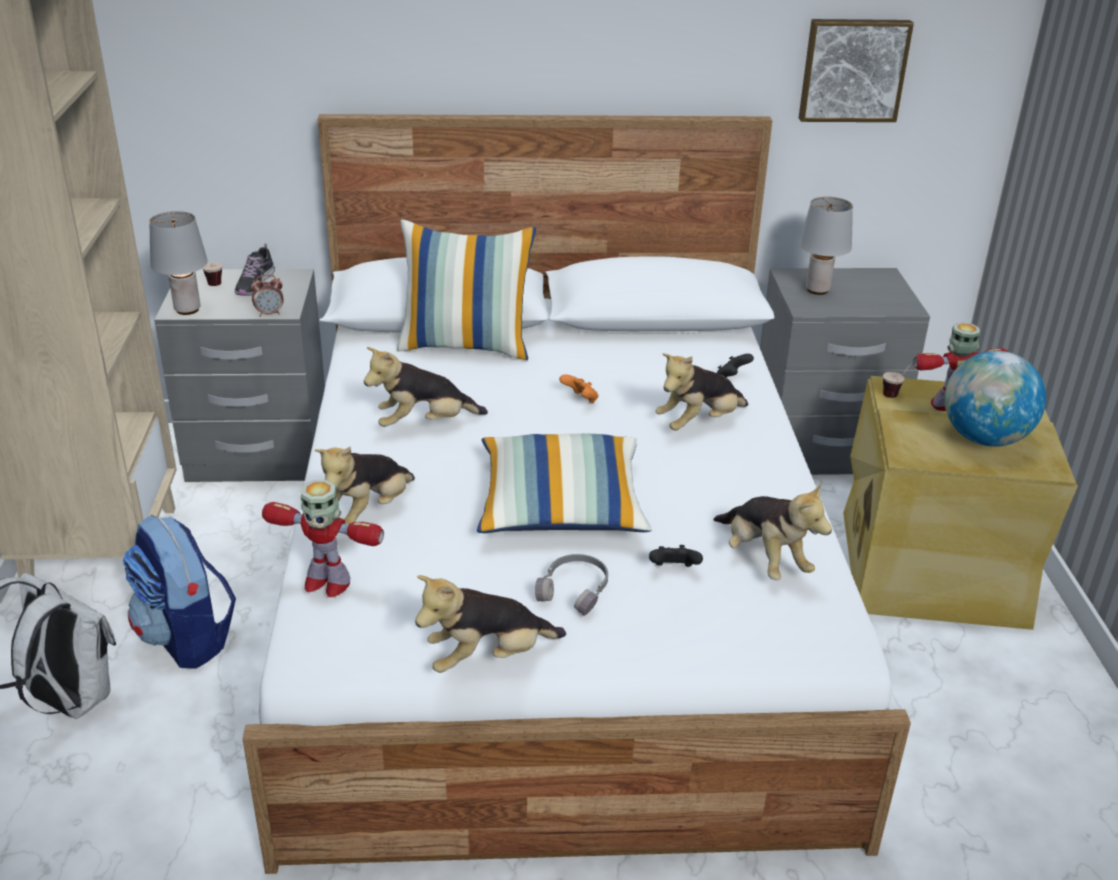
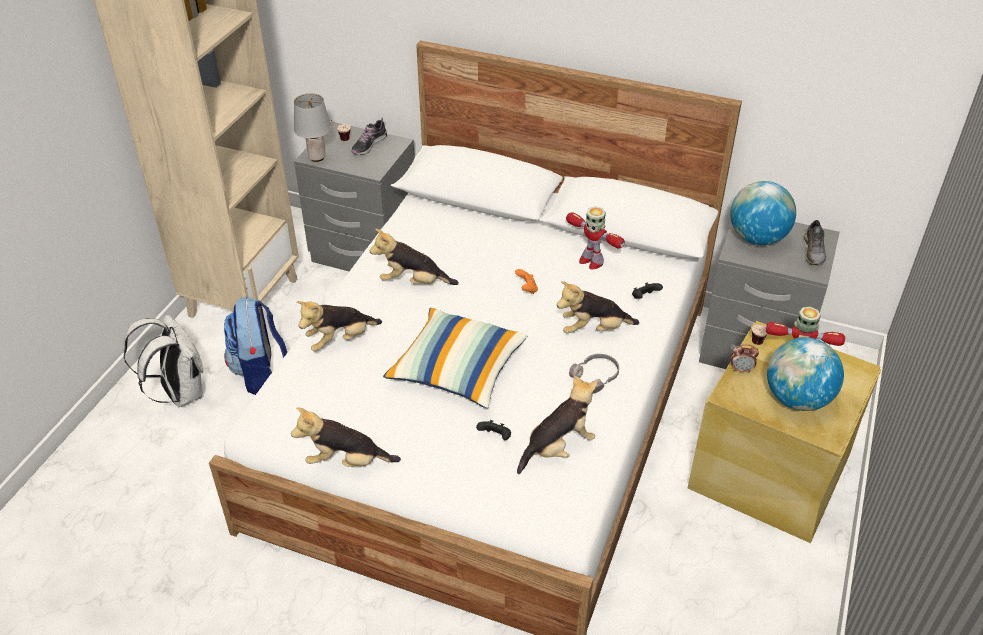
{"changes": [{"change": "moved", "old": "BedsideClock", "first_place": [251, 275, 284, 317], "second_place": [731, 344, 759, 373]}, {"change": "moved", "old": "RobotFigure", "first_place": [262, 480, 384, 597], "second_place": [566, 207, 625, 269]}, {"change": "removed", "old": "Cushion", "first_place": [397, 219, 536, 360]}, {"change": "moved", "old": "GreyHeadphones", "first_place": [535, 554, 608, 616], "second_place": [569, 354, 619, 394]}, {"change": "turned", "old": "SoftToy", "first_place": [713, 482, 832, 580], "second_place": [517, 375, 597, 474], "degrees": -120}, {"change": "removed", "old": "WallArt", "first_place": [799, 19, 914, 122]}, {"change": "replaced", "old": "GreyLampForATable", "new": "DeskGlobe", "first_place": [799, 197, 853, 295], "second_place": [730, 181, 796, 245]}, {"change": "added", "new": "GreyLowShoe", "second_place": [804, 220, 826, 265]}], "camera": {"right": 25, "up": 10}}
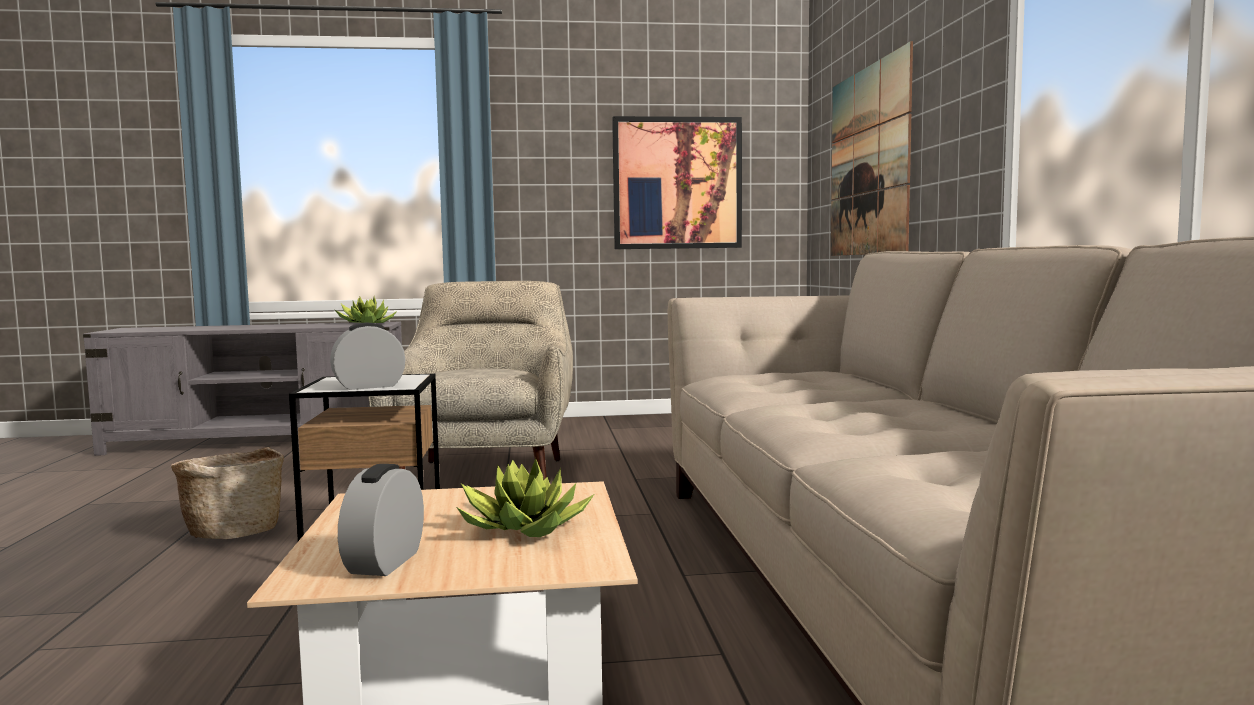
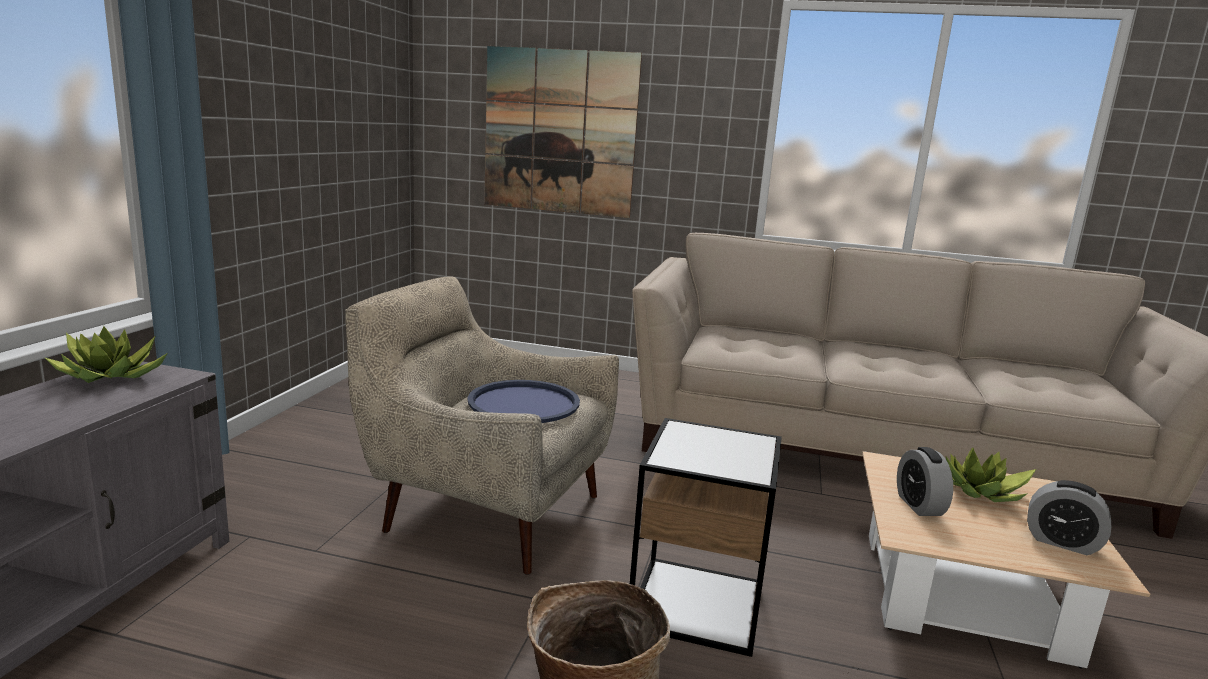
{"changes": [{"change": "moved", "old": "BedsideClock", "first_place": [330, 323, 405, 390], "second_place": [897, 447, 953, 516]}, {"change": "removed", "old": "WallArt", "first_place": [612, 116, 742, 249]}, {"change": "added", "new": "BluishTray", "second_place": [467, 380, 580, 423]}], "camera": {"right": -70, "up": 10}}
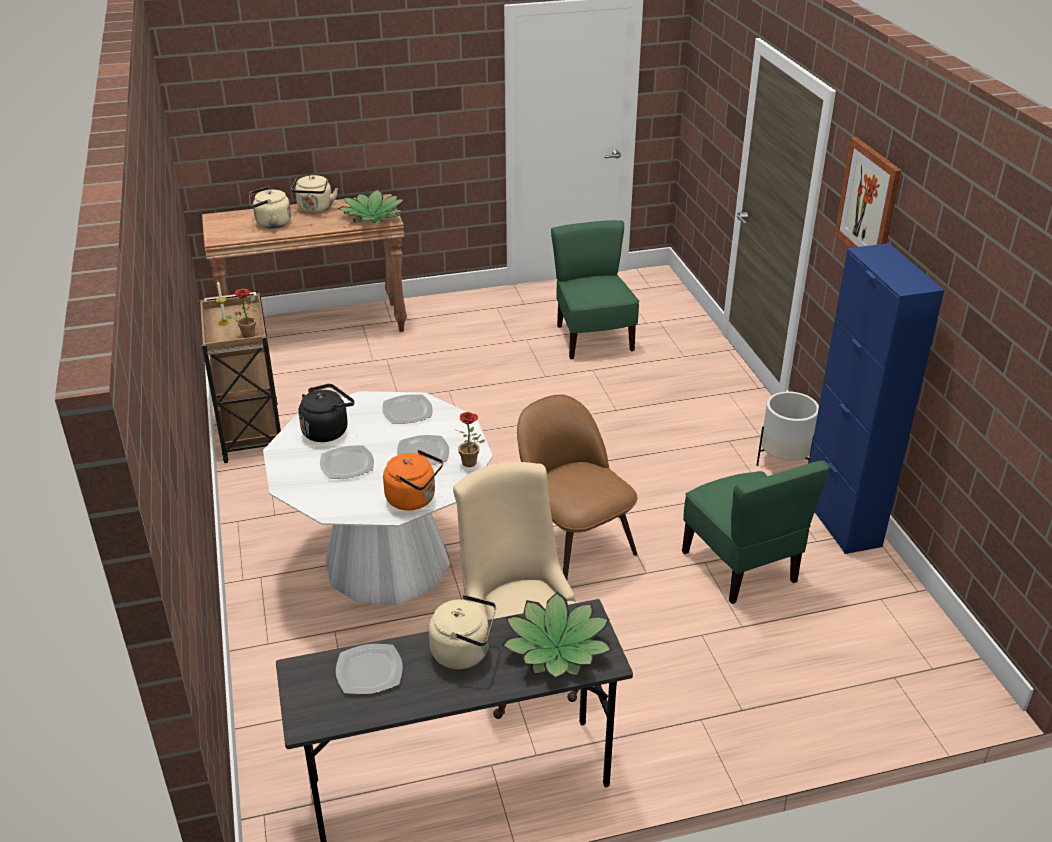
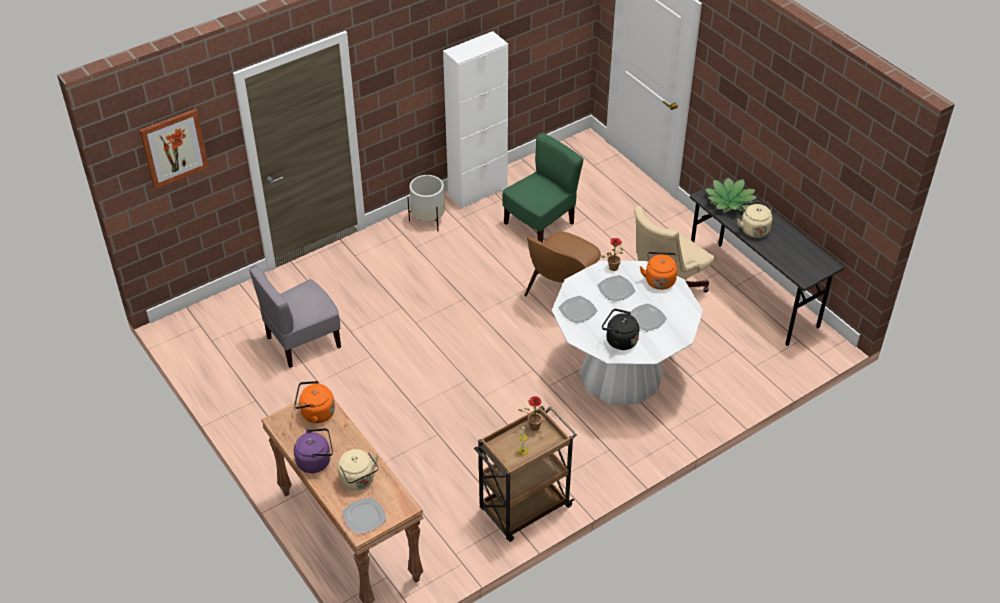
{"changes": [{"change": "recoloured", "old": "BeigeColouredKettle", "new": "PurpleKettle", "first_place": [291, 175, 338, 213], "second_place": [294, 428, 333, 473]}, {"change": "moved", "old": "FlatDish", "first_place": [336, 644, 403, 694], "second_place": [342, 497, 387, 534]}, {"change": "replaced", "old": "Houseplant", "new": "OrangeyKettle", "first_place": [338, 189, 405, 224], "second_place": [294, 381, 335, 423]}, {"change": "recoloured", "old": "GreenColouredPlainChair", "new": "GreyPlainChair", "first_place": [551, 220, 639, 359], "second_place": [249, 266, 341, 368]}, {"change": "recoloured", "old": "BluishCabinet", "new": "WhiteCabinet", "first_place": [809, 243, 944, 554], "second_place": [443, 31, 508, 209]}, {"change": "moved", "old": "WallArt", "first_place": [834, 137, 902, 248], "second_place": [140, 109, 209, 189]}], "camera": {"right": -110, "up": 10}}
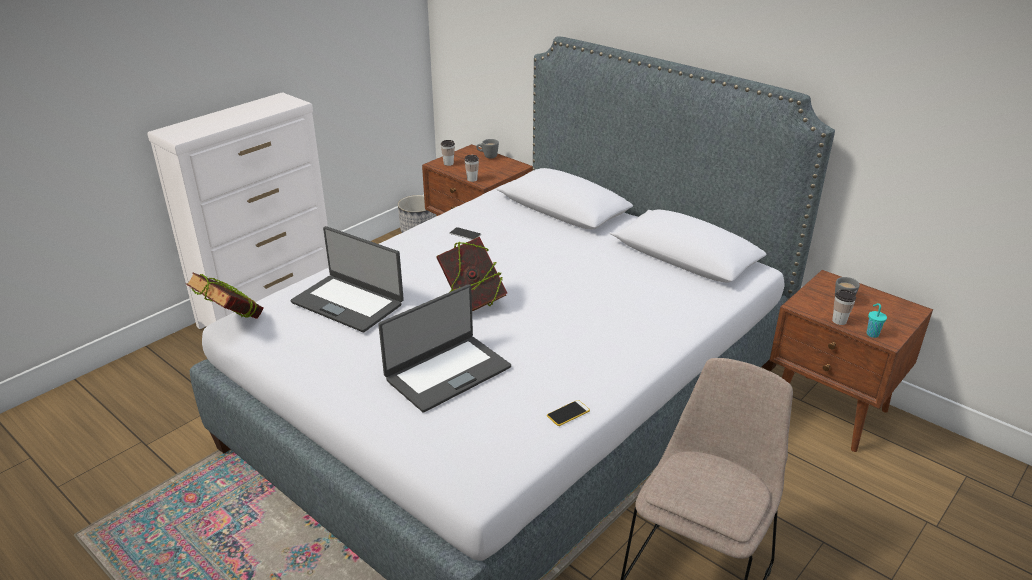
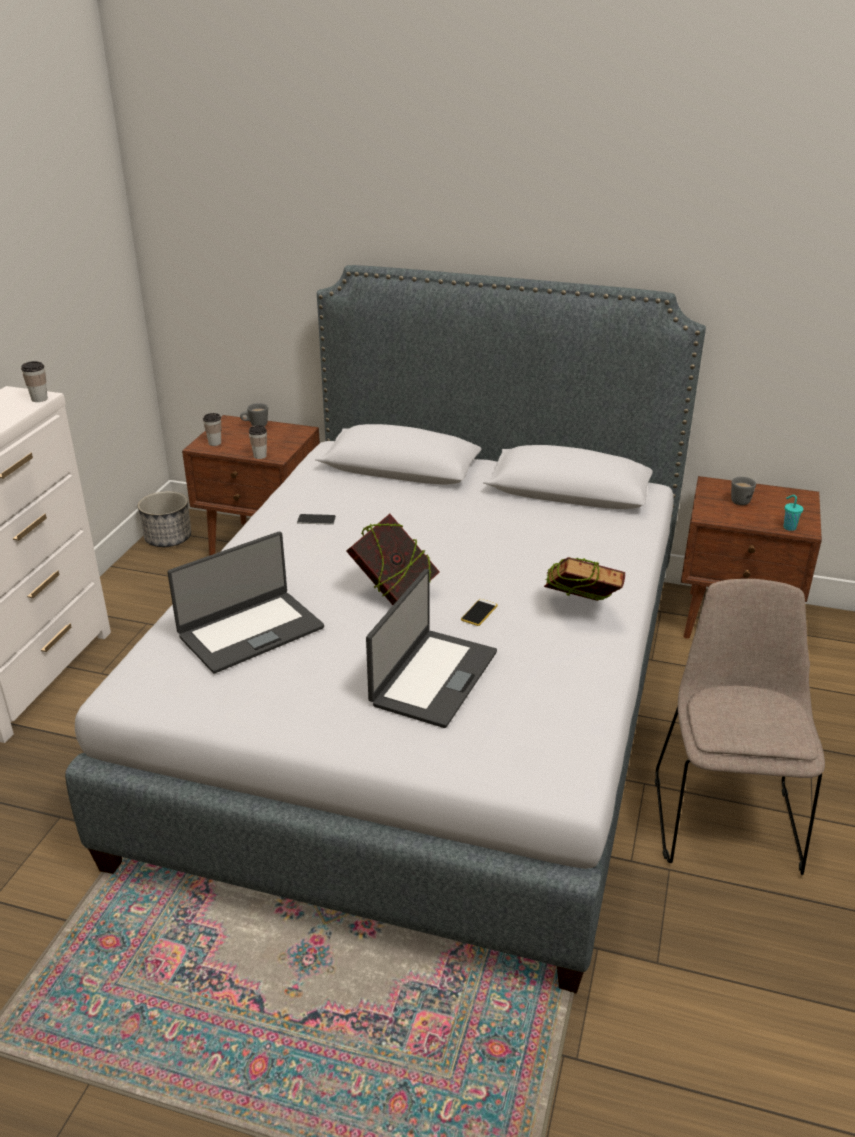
{"changes": [{"change": "moved", "old": "Volume", "first_place": [186, 273, 263, 319], "second_place": [544, 557, 625, 601]}, {"change": "turned", "old": "Laptop", "first_place": [290, 226, 404, 332], "second_place": [167, 532, 324, 673], "degrees": -45}, {"change": "moved", "old": "Handset", "first_place": [547, 400, 590, 426], "second_place": [461, 599, 498, 626]}, {"change": "moved", "old": "DrinkingCup", "first_place": [832, 289, 856, 325], "second_place": [21, 361, 48, 402]}], "camera": {"right": -25, "up": 0}}
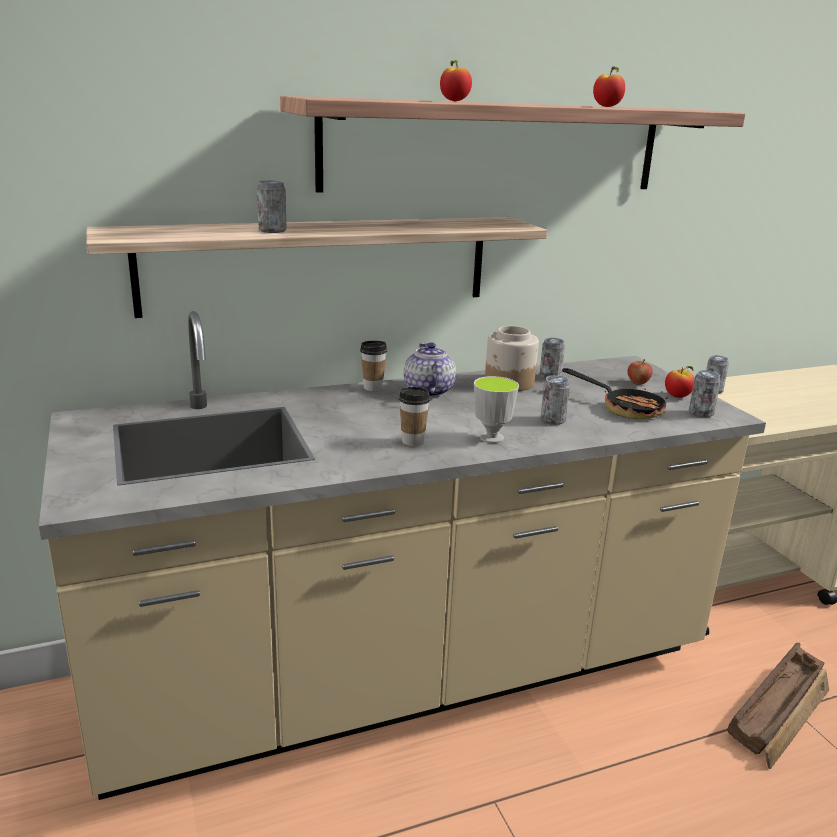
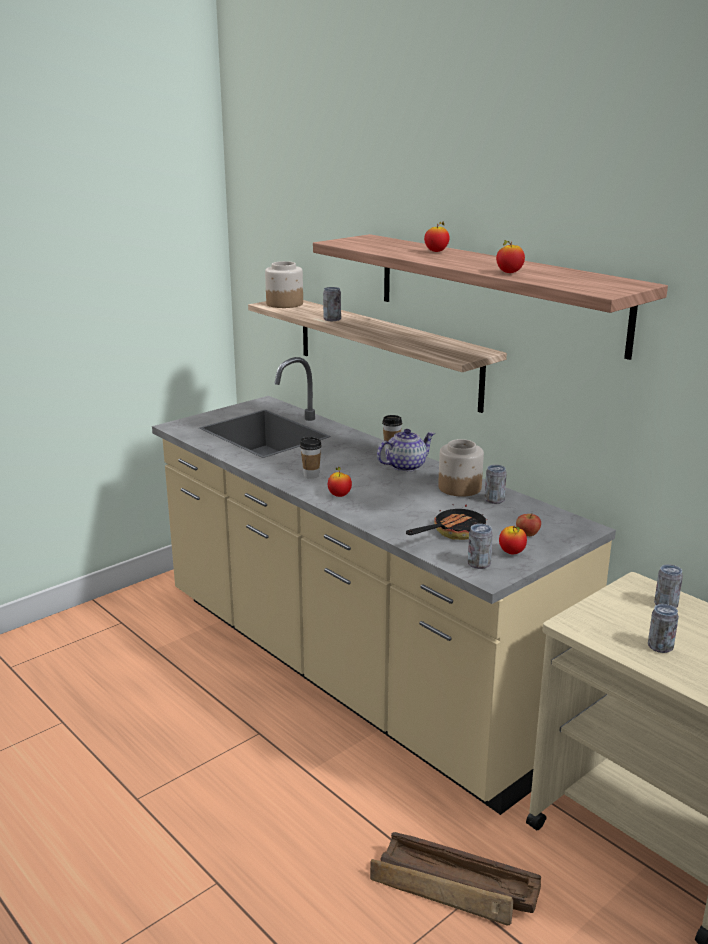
{"changes": [{"change": "replaced", "old": "DrinkingCup", "new": "WholeApple", "first_place": [474, 376, 519, 444], "second_place": [328, 467, 352, 497]}, {"change": "moved", "old": "MetalCan", "first_place": [541, 375, 570, 425], "second_place": [648, 604, 679, 653]}, {"change": "turned", "old": "Skillet", "first_place": [562, 368, 668, 419], "second_place": [406, 504, 487, 540], "degrees": -150}, {"change": "added", "new": "StorageJar", "second_place": [265, 261, 303, 308]}], "camera": {"right": 70, "up": 0}}
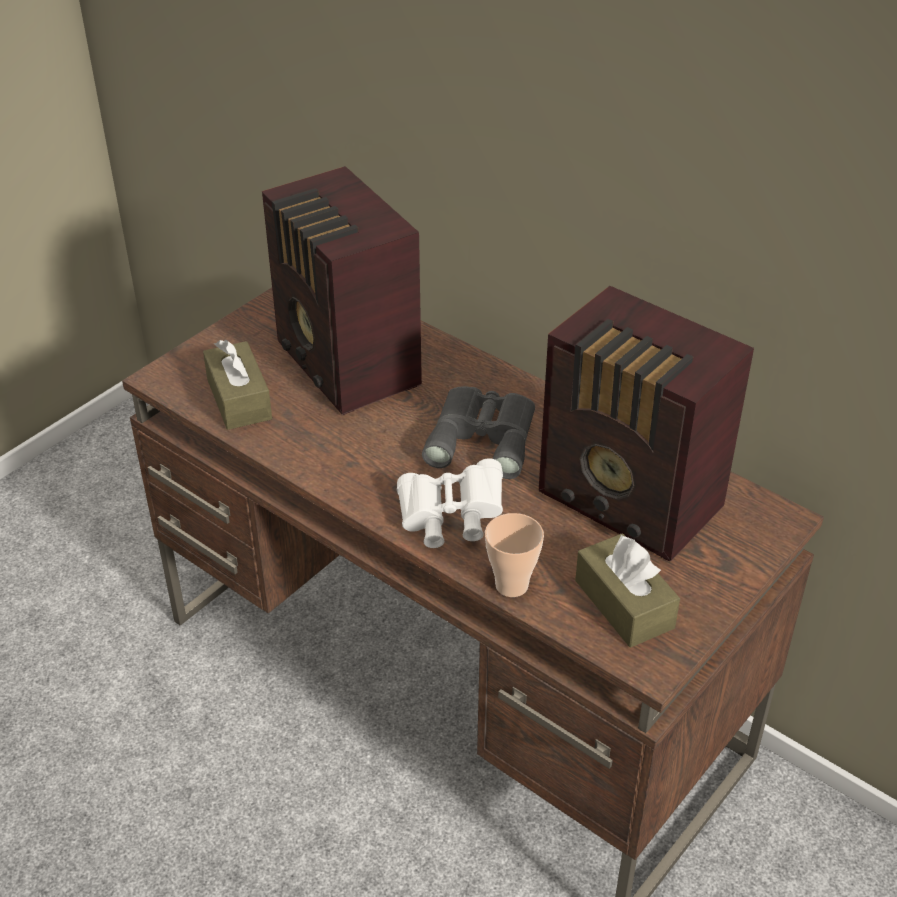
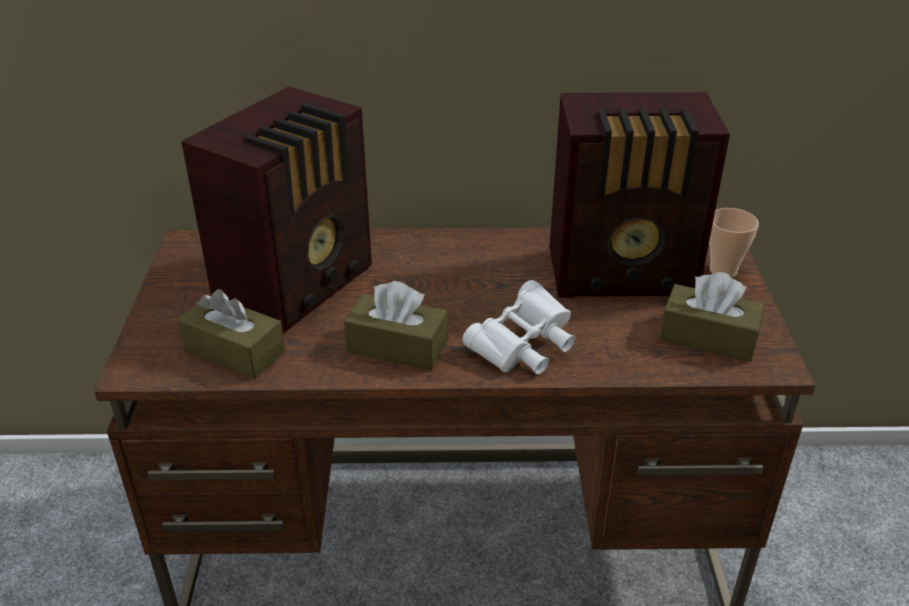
{"changes": [{"change": "turned", "old": "RadioReceiver", "first_place": [262, 166, 422, 415], "second_place": [181, 87, 372, 334], "degrees": -75}, {"change": "removed", "old": "GreyPairOfBinoculars", "first_place": [422, 386, 535, 479]}, {"change": "moved", "old": "DrinkingCup", "first_place": [485, 513, 544, 597], "second_place": [709, 208, 759, 278]}, {"change": "added", "new": "BrownishTissueBox", "second_place": [344, 281, 448, 370]}], "camera": {"right": -40, "up": -5}}
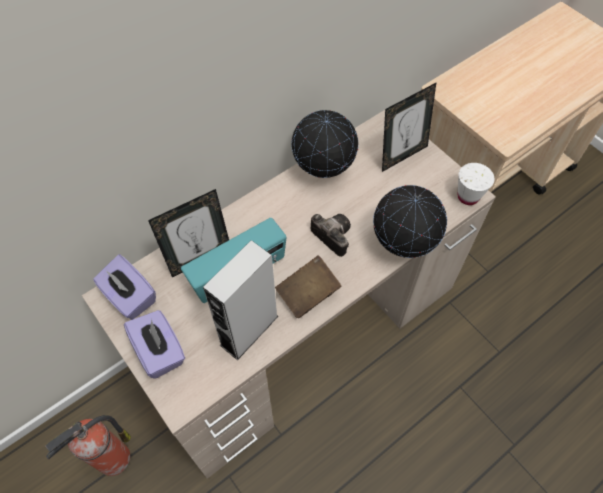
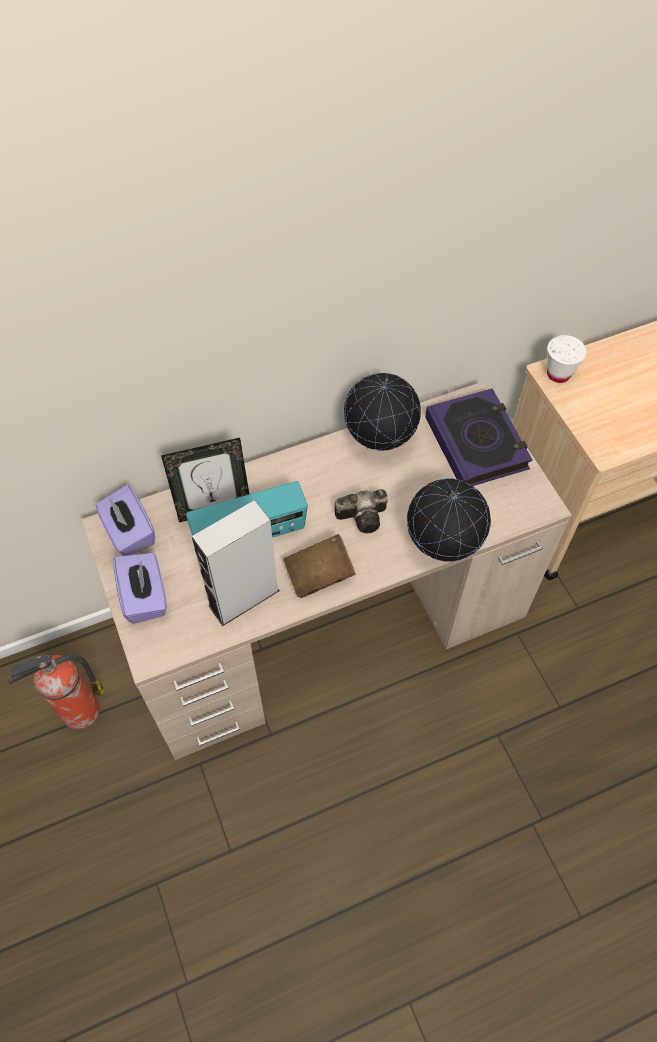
{"changes": [{"change": "turned", "old": "PhotoCamera", "first_place": [311, 214, 351, 257], "second_place": [335, 489, 388, 533], "degrees": 105}, {"change": "replaced", "old": "StandingFrame", "new": "Volume", "first_place": [382, 83, 436, 172], "second_place": [425, 389, 533, 486]}, {"change": "moved", "old": "WhiteDrinkingCup", "first_place": [458, 163, 495, 205], "second_place": [547, 335, 586, 383]}], "camera": {"right": 15, "up": 0}}
